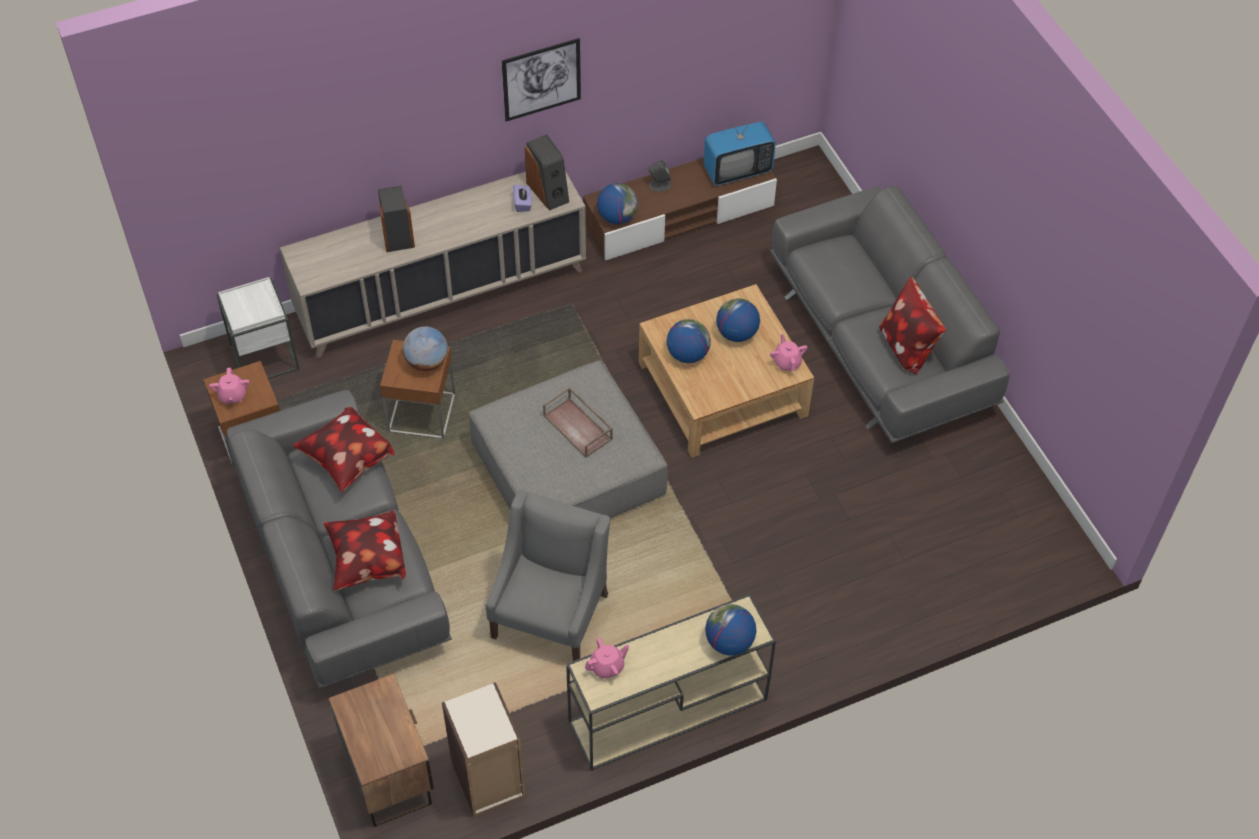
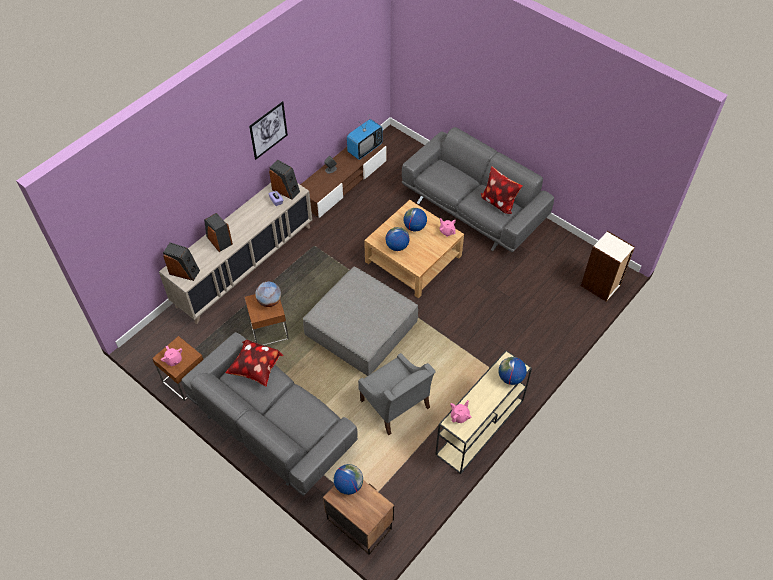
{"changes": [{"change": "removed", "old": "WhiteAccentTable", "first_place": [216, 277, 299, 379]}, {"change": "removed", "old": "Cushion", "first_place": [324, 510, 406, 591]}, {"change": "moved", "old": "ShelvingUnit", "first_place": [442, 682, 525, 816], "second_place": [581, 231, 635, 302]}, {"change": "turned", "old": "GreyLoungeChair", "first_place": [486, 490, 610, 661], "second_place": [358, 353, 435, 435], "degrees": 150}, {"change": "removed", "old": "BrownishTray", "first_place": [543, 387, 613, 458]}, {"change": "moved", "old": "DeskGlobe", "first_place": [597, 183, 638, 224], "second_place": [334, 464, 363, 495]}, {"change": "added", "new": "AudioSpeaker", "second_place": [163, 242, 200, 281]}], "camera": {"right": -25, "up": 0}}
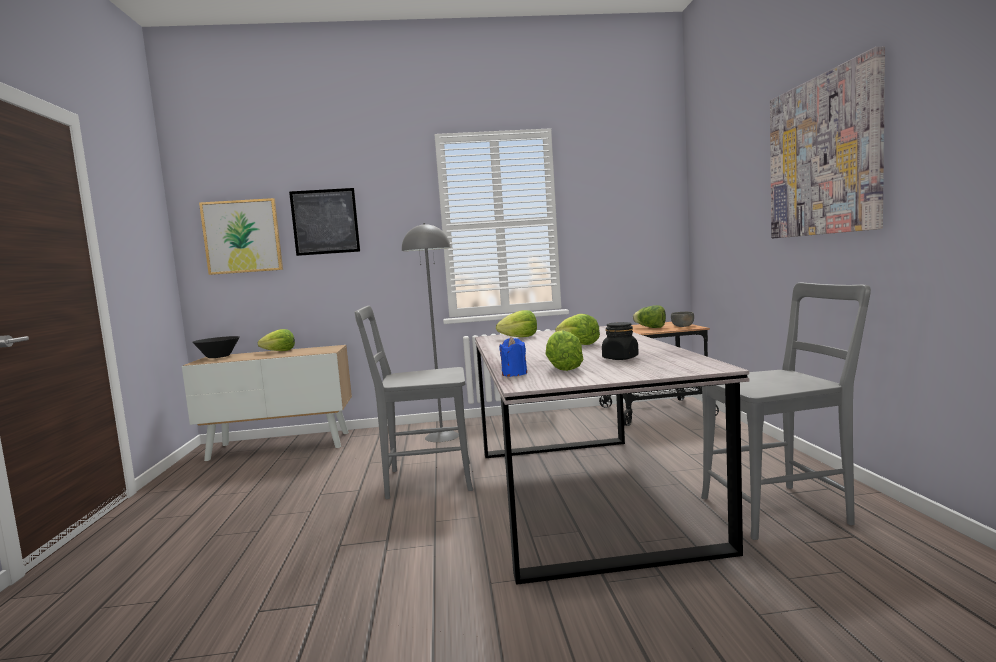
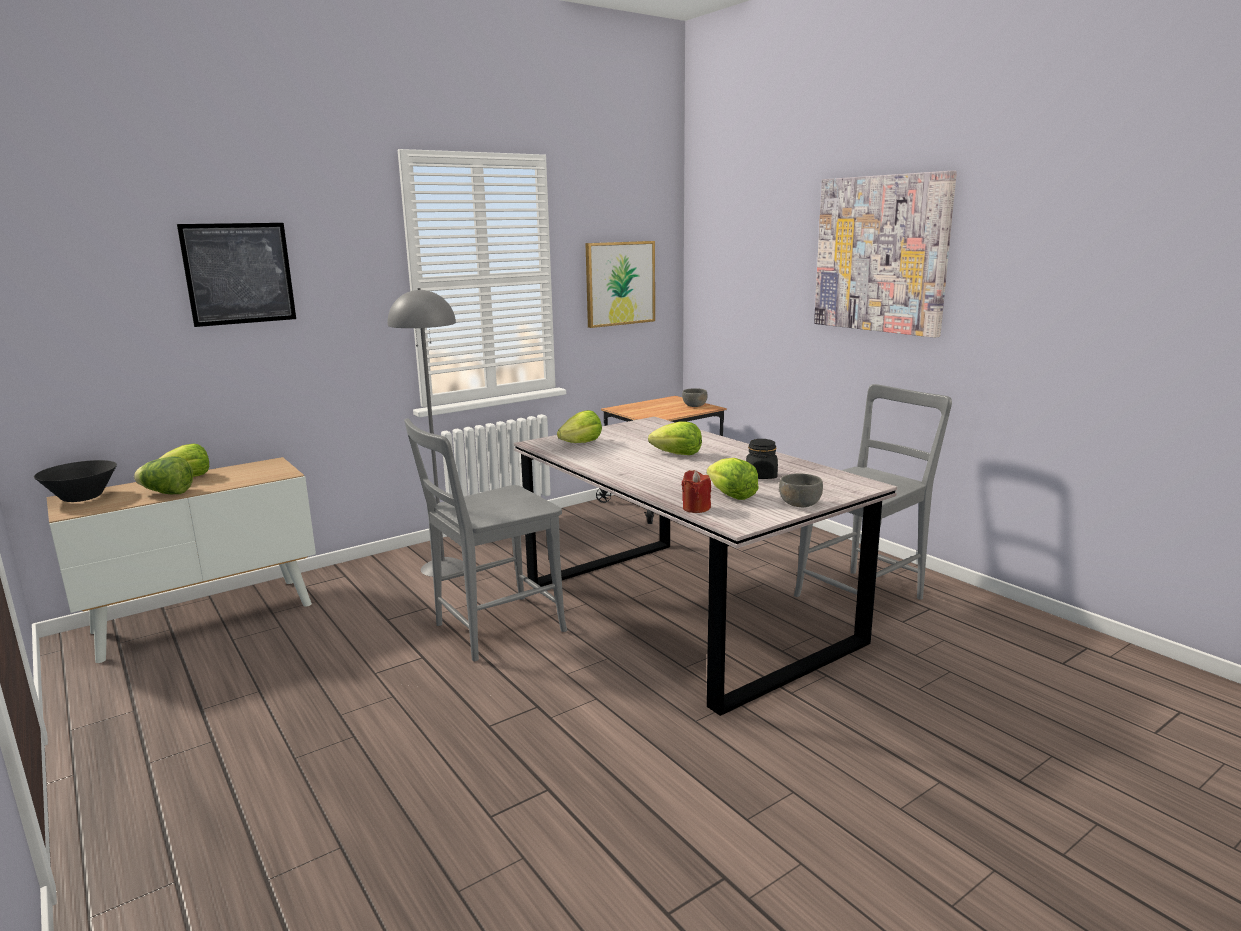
{"changes": [{"change": "moved", "old": "WallArt", "first_place": [199, 198, 283, 275], "second_place": [585, 241, 655, 328]}, {"change": "recoloured", "old": "BluishWaxCandle", "new": "RedWaxCandle", "first_place": [499, 337, 527, 377], "second_place": [682, 470, 711, 513]}, {"change": "moved", "old": "LettuceHead", "first_place": [633, 305, 666, 328], "second_place": [134, 457, 193, 494]}, {"change": "added", "new": "GreyBowl", "second_place": [779, 473, 823, 507]}], "camera": {"right": -30, "up": 10}}
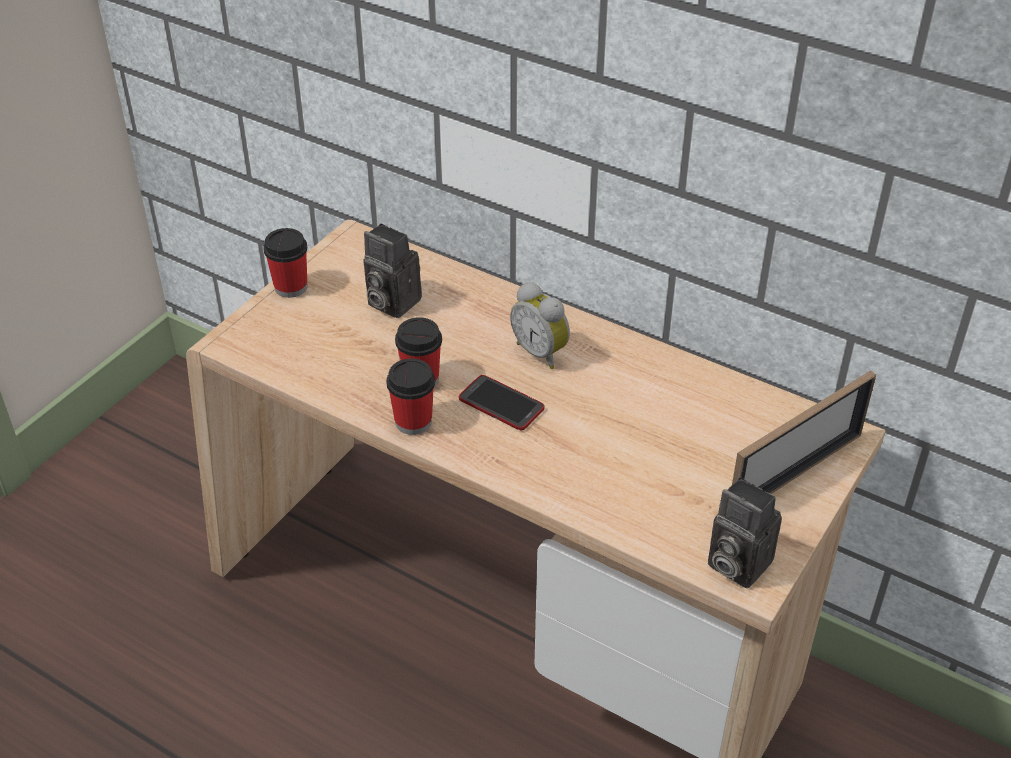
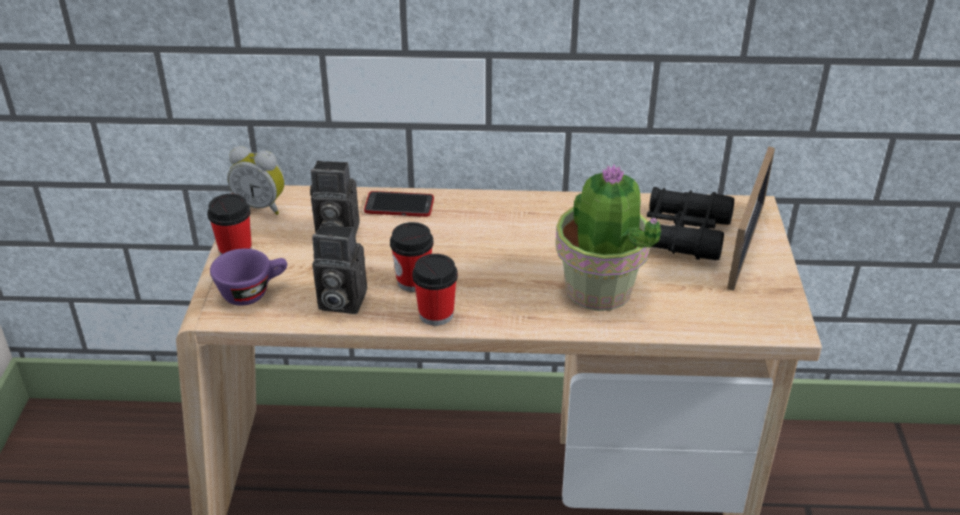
{"changes": [{"change": "moved", "old": "Handset", "first_place": [459, 375, 545, 430], "second_place": [364, 191, 434, 217]}, {"change": "moved", "old": "BedsideClock", "first_place": [510, 282, 570, 369], "second_place": [227, 146, 285, 215]}, {"change": "moved", "old": "PhotoCamera", "first_place": [708, 477, 782, 588], "second_place": [312, 224, 367, 314]}, {"change": "added", "new": "PurpleDrinkingCup", "second_place": [210, 248, 287, 306]}, {"change": "added", "new": "Houseplant", "second_place": [555, 165, 661, 311]}, {"change": "added", "new": "BlackPairOfBinoculars", "second_place": [647, 187, 734, 260]}], "camera": {"right": -30, "up": -5}}
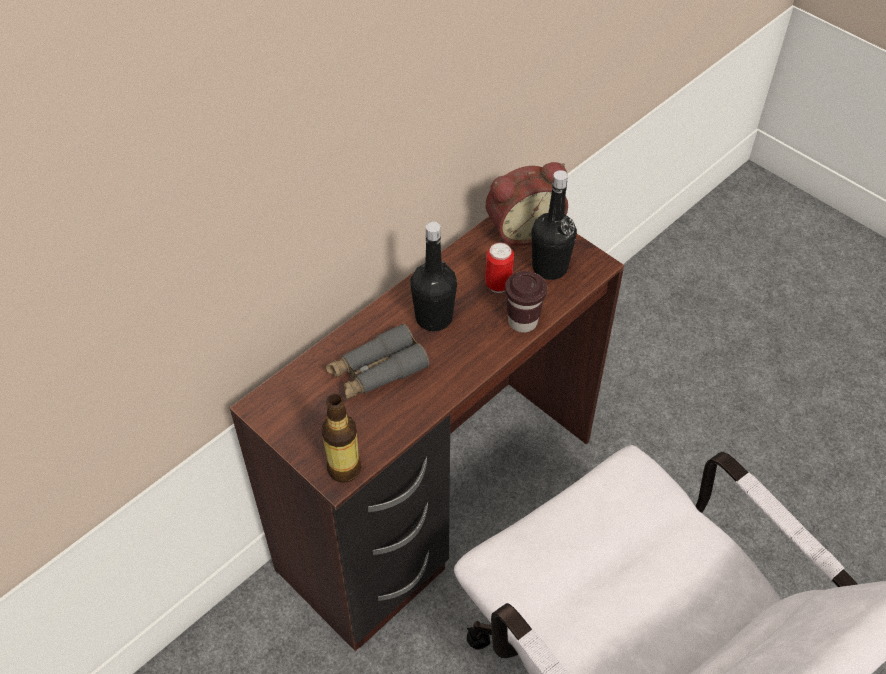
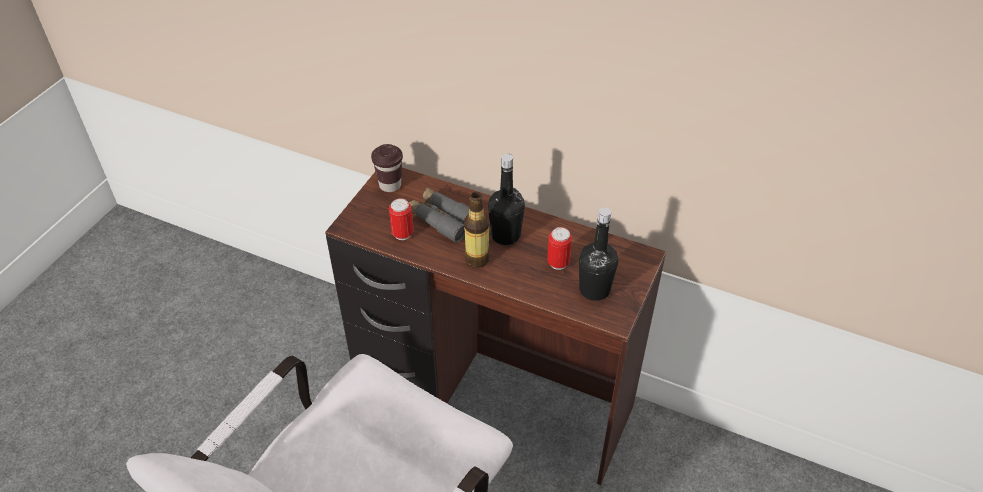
{"changes": [{"change": "moved", "old": "Bottle", "first_place": [322, 394, 361, 483], "second_place": [464, 192, 490, 268]}, {"change": "removed", "old": "BedsideClock", "first_place": [486, 162, 568, 246]}, {"change": "moved", "old": "BrownishDrinkingCup", "first_place": [505, 271, 547, 333], "second_place": [371, 144, 403, 192]}, {"change": "added", "new": "MetalCan", "second_place": [389, 198, 413, 240]}], "camera": {"right": 70, "up": -5}}
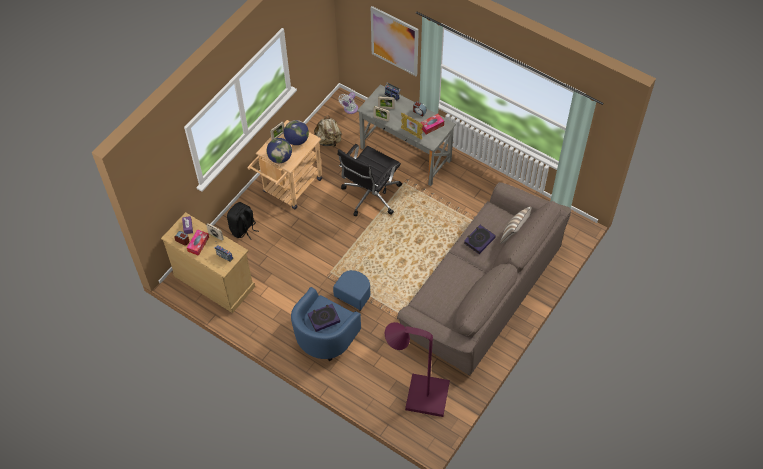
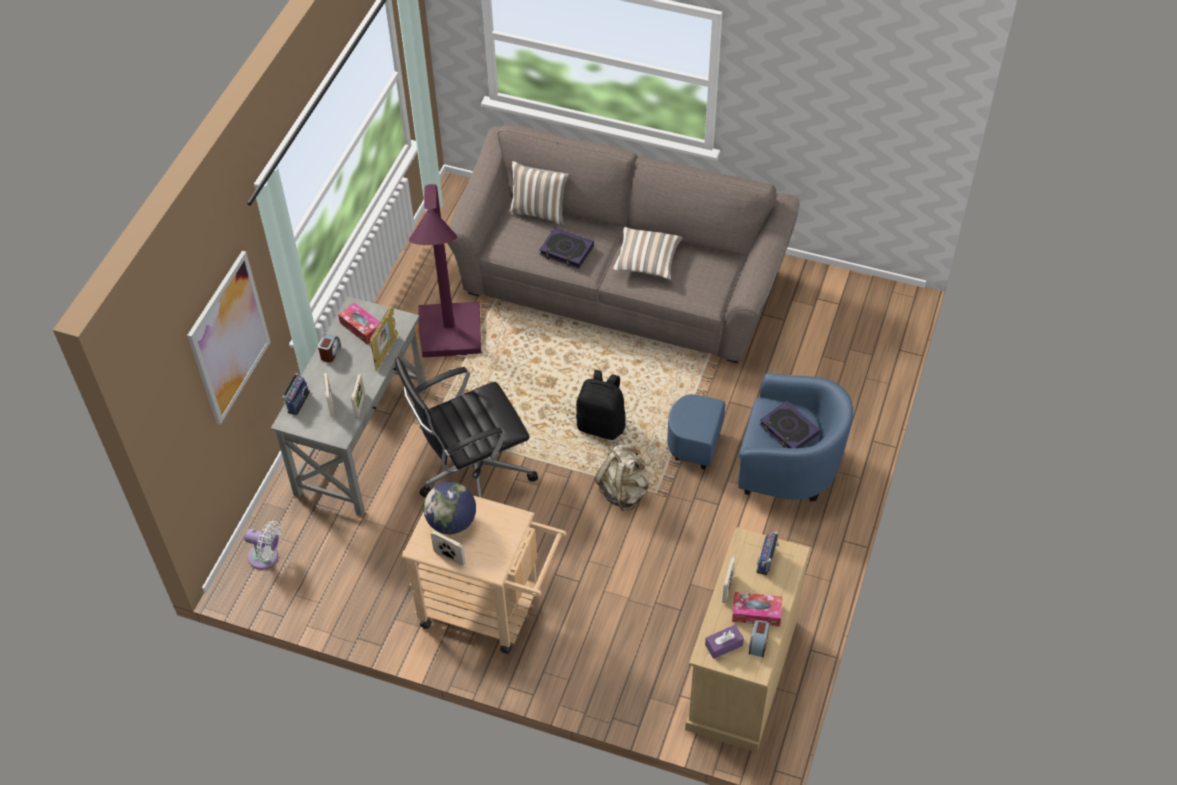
{"changes": [{"change": "moved", "old": "BlackRucksack", "first_place": [227, 202, 259, 240], "second_place": [576, 370, 626, 440]}, {"change": "removed", "old": "DeskGlobe", "first_place": [267, 138, 292, 163]}, {"change": "moved", "old": "BeigeColouredRucksack", "first_place": [314, 115, 342, 147], "second_place": [595, 444, 649, 511]}, {"change": "turned", "old": "BlackDeskChair", "first_place": [338, 144, 402, 216], "second_place": [395, 357, 538, 498], "degrees": 135}, {"change": "moved", "old": "PurpleStandingLamp", "first_place": [385, 322, 450, 417], "second_place": [409, 184, 481, 358]}, {"change": "added", "new": "Cushion", "second_place": [612, 227, 683, 280]}], "camera": {"right": -105, "up": -5}}
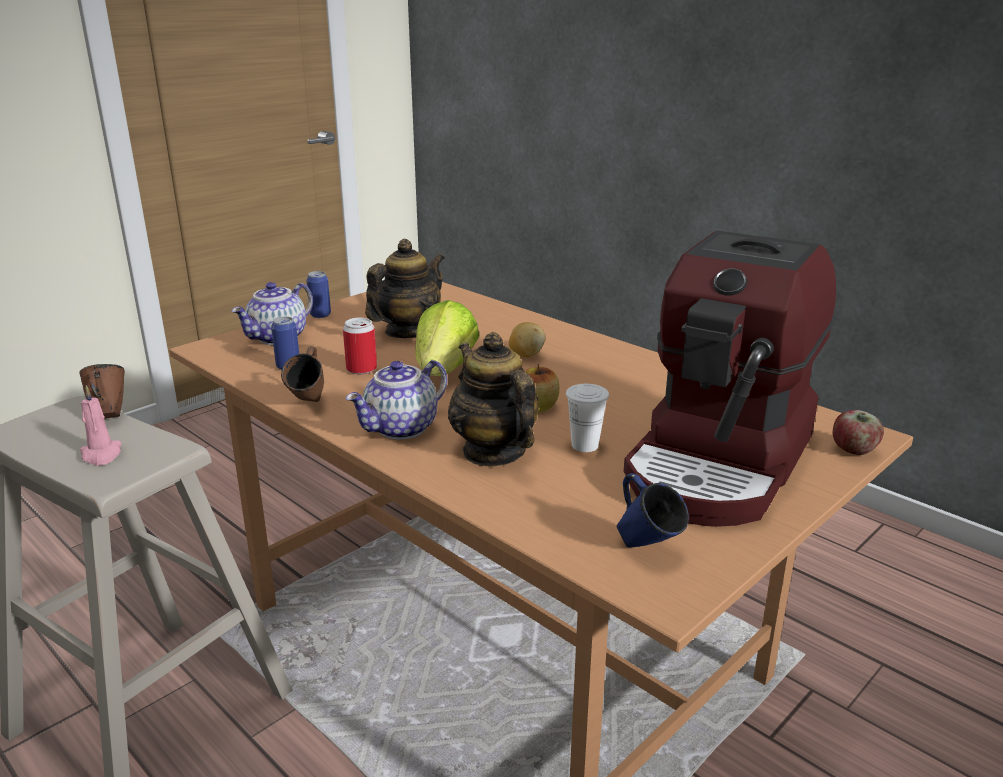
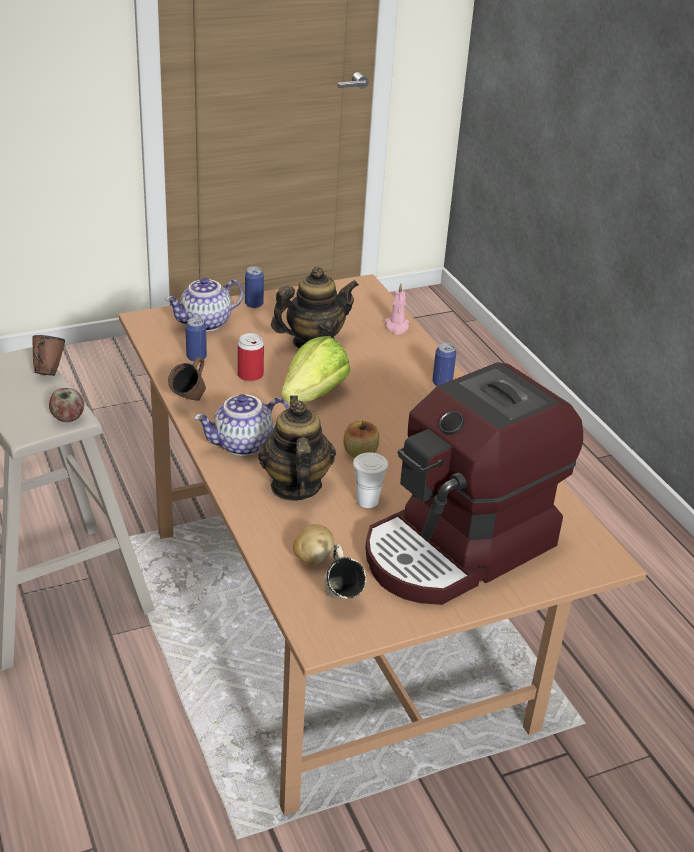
{"changes": [{"change": "moved", "old": "PinkWaxCandle", "first_place": [80, 385, 121, 466], "second_place": [385, 283, 409, 334]}, {"change": "moved", "old": "Potato", "first_place": [509, 322, 545, 357], "second_place": [293, 524, 334, 565]}, {"change": "recoloured", "old": "BluishCoffeeMug", "new": "BeigeColouredCoffeeMug", "first_place": [617, 473, 689, 547], "second_place": [324, 544, 366, 599]}, {"change": "moved", "old": "WholeApple", "first_place": [833, 410, 884, 455], "second_place": [49, 388, 84, 422]}, {"change": "added", "new": "MetalCan", "second_place": [432, 343, 456, 386]}], "camera": {"right": 20, "up": 10}}
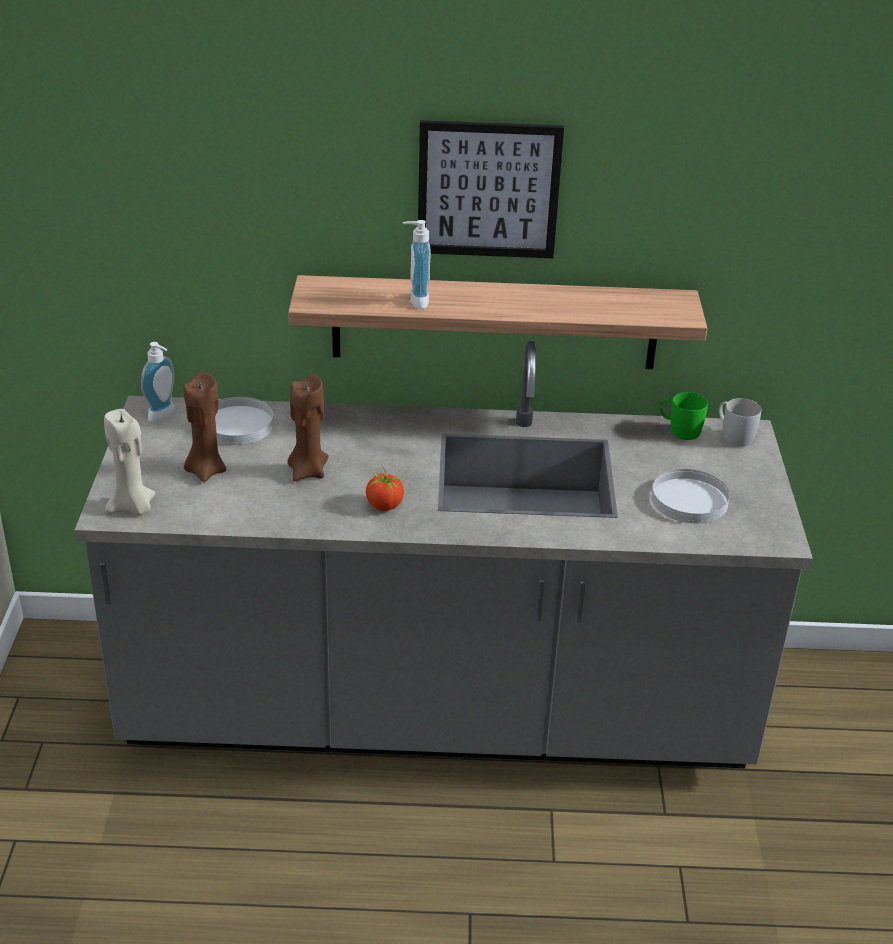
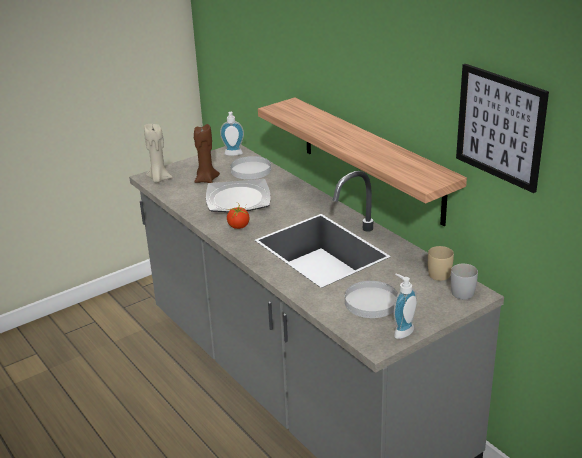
{"changes": [{"change": "replaced", "old": "BrownishWaxCandle", "new": "FlatDish", "first_place": [288, 375, 329, 481], "second_place": [206, 179, 271, 212]}, {"change": "moved", "old": "LiquidSoapBottle", "first_place": [403, 220, 431, 309], "second_place": [393, 274, 417, 339]}, {"change": "moved", "old": "WallArt", "first_place": [418, 120, 564, 258], "second_place": [456, 64, 549, 193]}, {"change": "recoloured", "old": "GreenColouredCoffeeMug", "new": "BeigeColouredCoffeeMug", "first_place": [659, 392, 708, 440], "second_place": [428, 246, 454, 281]}], "camera": {"right": 55, "up": -5}}
